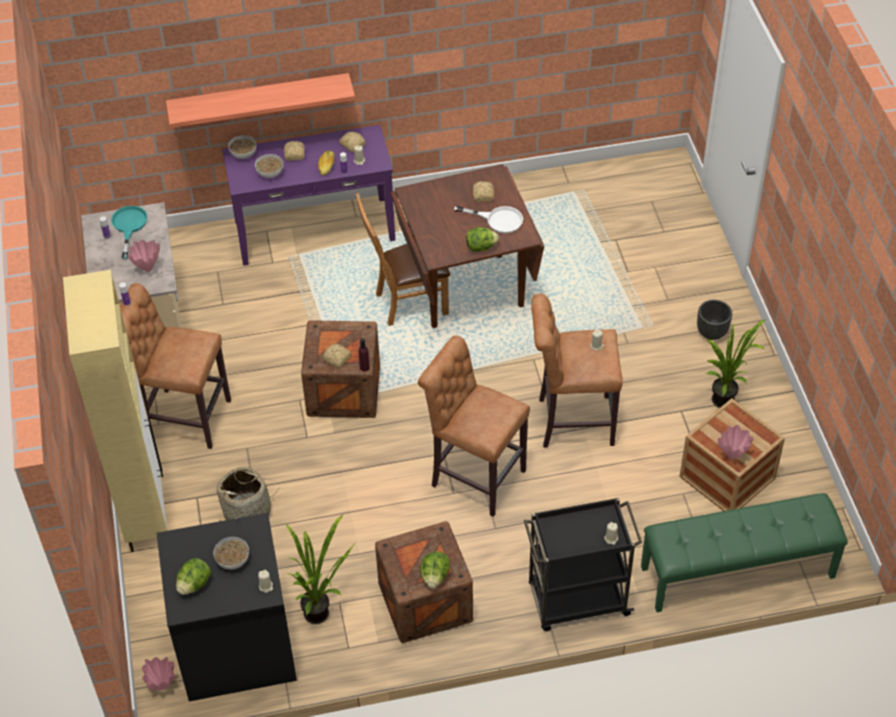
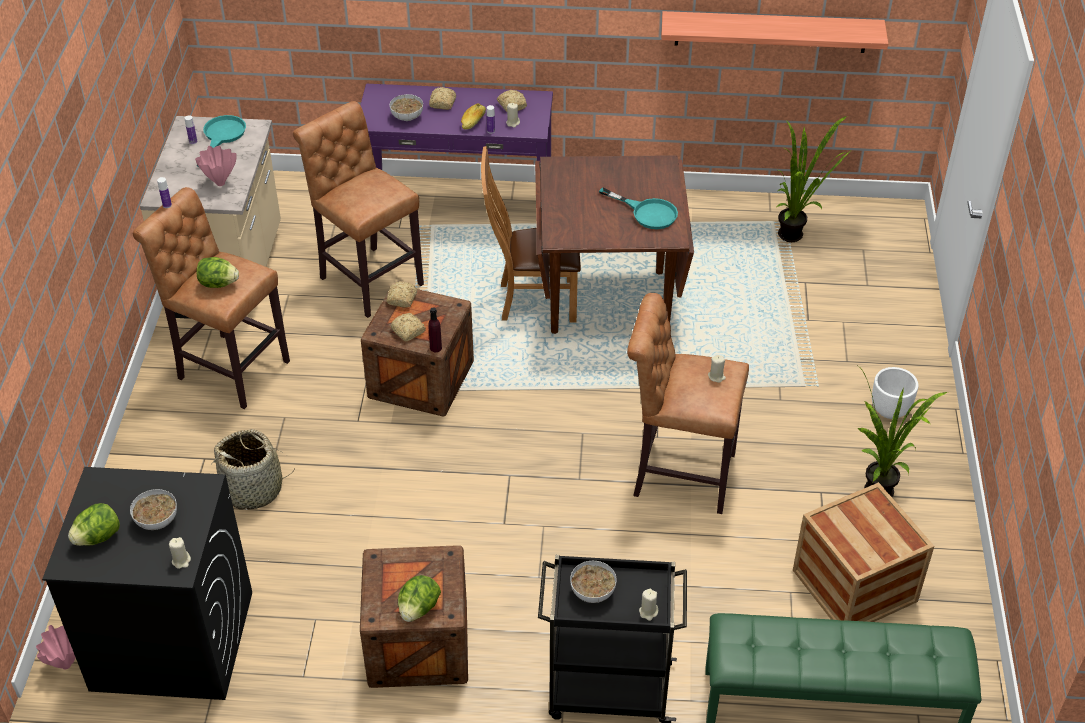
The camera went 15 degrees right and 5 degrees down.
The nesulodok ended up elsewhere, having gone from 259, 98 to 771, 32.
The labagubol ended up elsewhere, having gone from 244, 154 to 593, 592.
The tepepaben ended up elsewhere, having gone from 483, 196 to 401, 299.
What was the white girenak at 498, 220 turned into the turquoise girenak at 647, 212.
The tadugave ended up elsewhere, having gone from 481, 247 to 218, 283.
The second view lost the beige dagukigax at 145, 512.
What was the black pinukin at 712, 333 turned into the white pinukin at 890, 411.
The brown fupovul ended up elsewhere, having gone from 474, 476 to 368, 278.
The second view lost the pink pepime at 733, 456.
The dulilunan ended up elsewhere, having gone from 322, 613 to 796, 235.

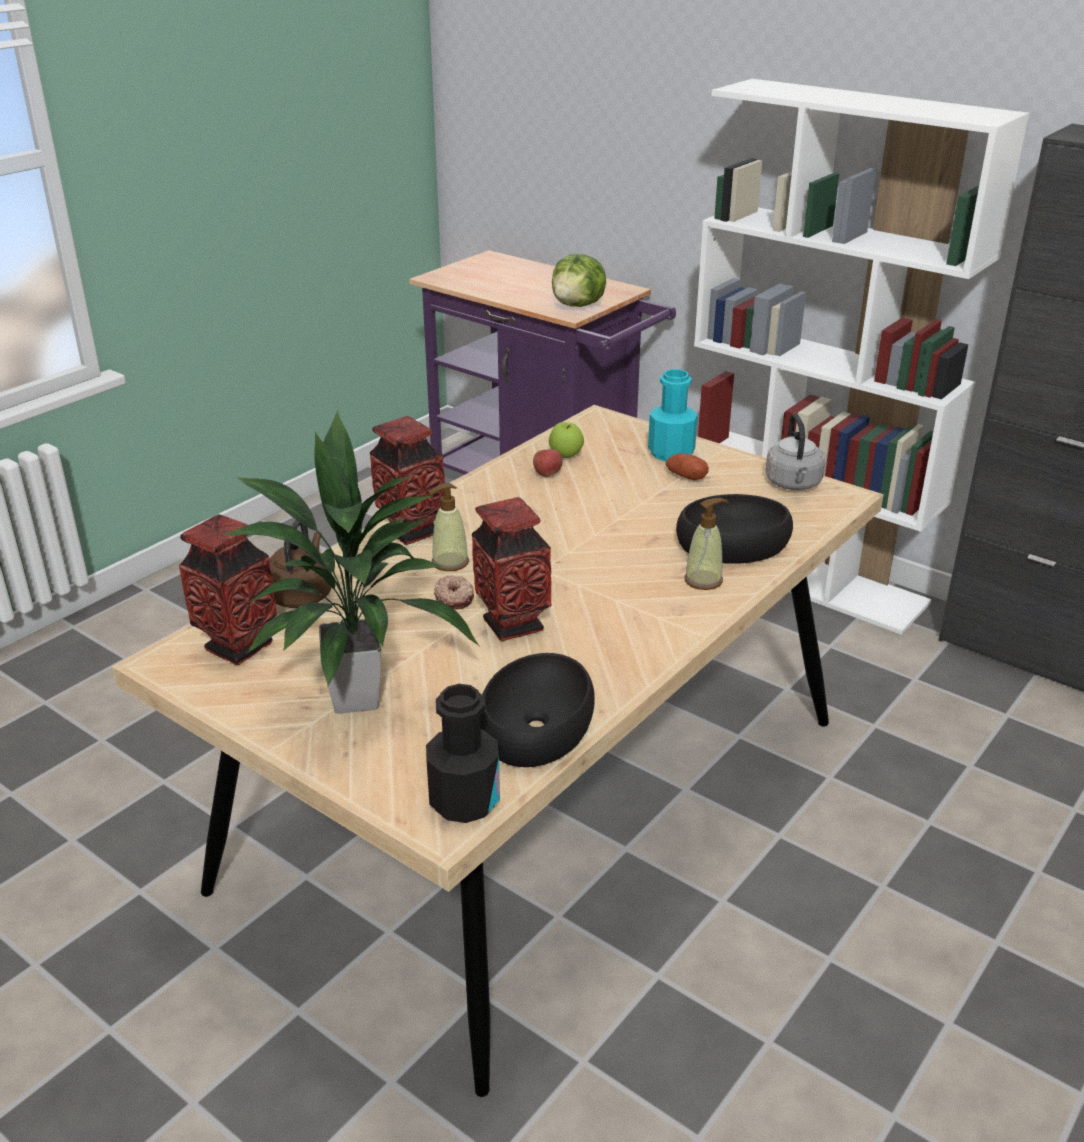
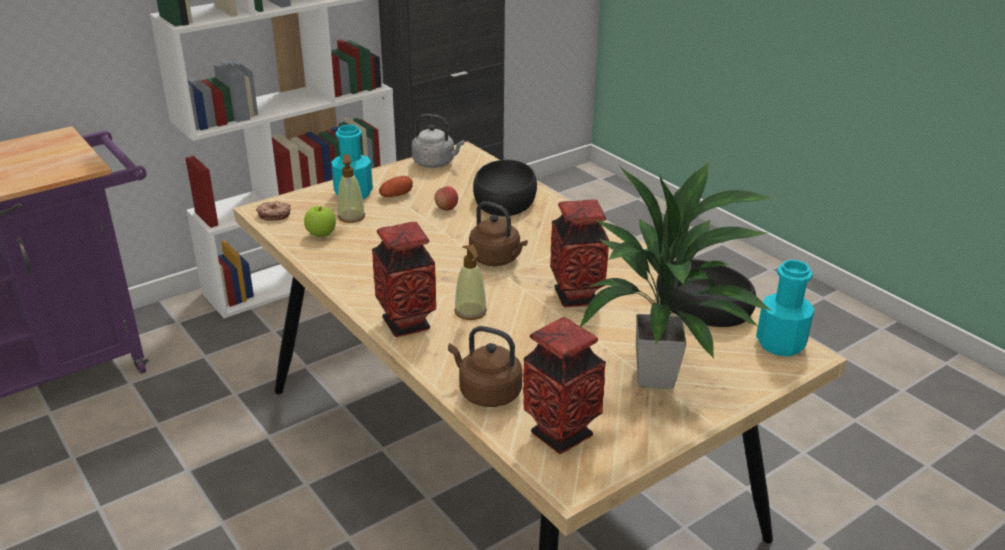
The camera went 75 degrees left and 0 degrees up.
The second view lost the tadugave at 578, 306.
The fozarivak ended up elsewhere, having gone from 547, 474 to 446, 208.
The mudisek ended up elsewhere, having gone from 703, 580 to 351, 216.
The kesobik ended up elsewhere, having gone from 455, 598 to 274, 215.
What was the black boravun at 464, 801 turned into the turquoise boravun at 780, 343.
The second view gained the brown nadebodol at 497, 259.

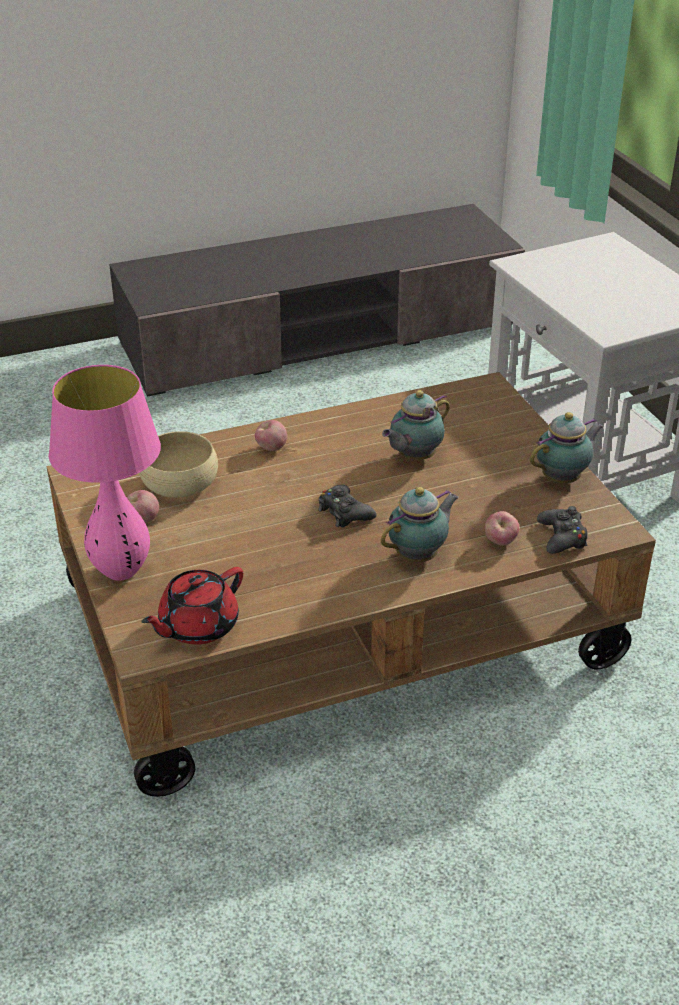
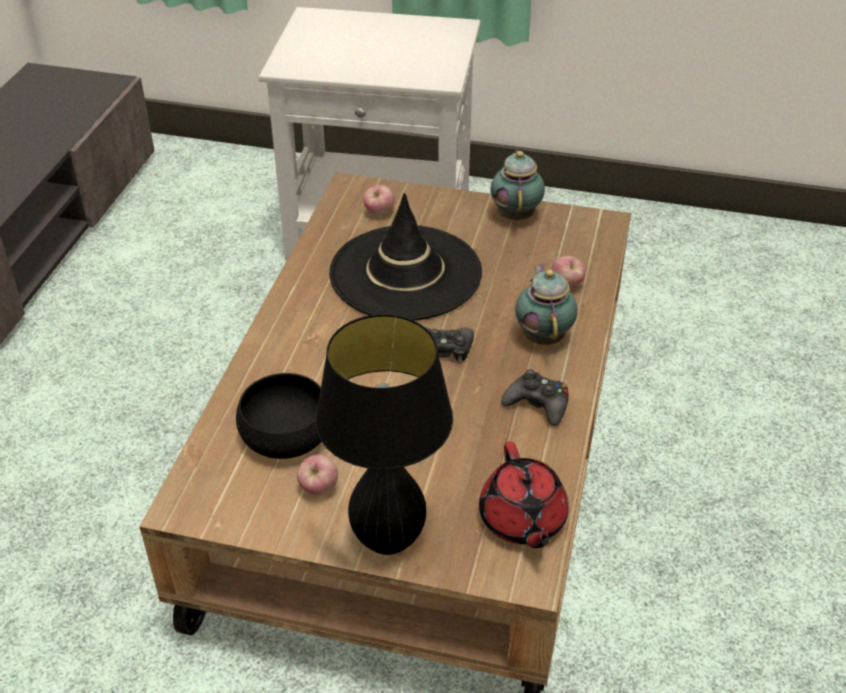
The camera went 55 degrees left and 5 degrees up.
What was the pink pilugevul at 121, 572 turned into the black pilugevul at 388, 541.
Where the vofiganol stood at 414, 457, the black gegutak came to stand at 405, 273.
The fozarivak ended up elsewhere, having gone from 271, 448 to 379, 213.
What was the beige labagubol at 179, 483 turned into the black labagubol at 286, 436.
The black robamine ended up elsewhere, having gone from 562, 537 to 537, 404.

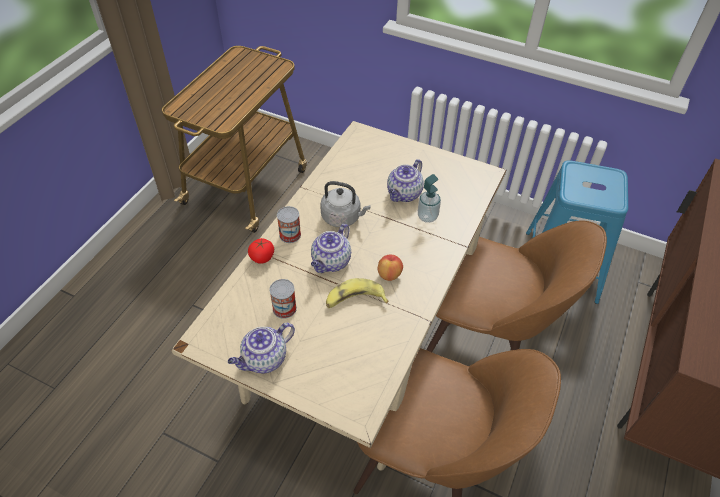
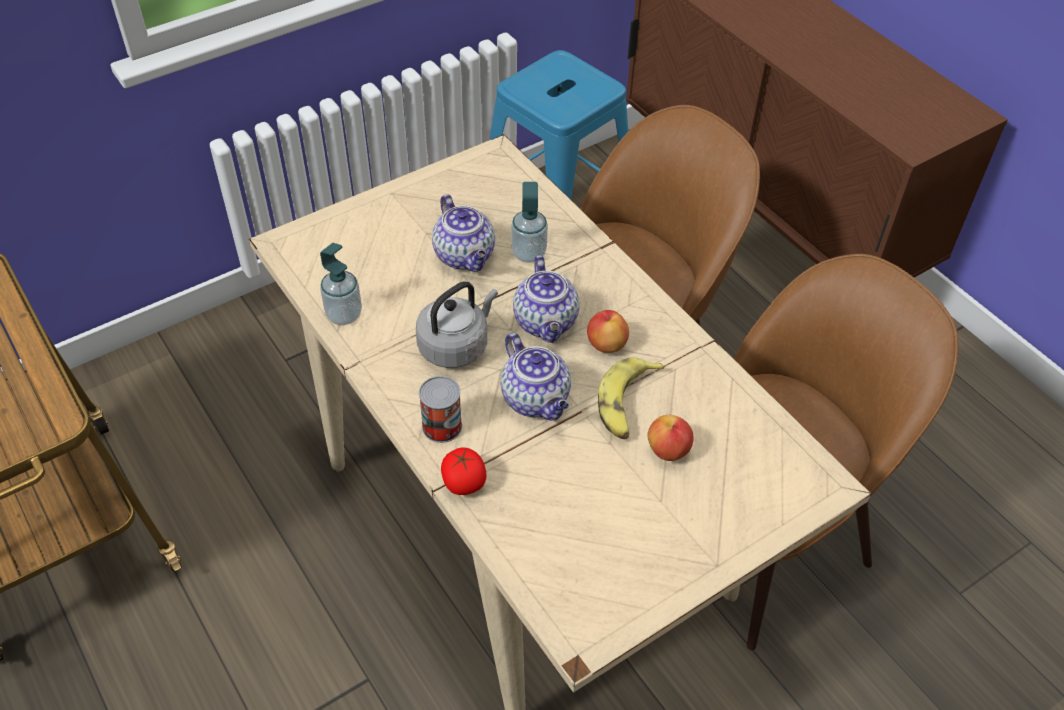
The camera went 60 degrees left and 0 degrees up.
The second view lost the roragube at 284, 308.
The vofiganol ended up elsewhere, having gone from 264, 360 to 546, 323.
The second view gained the mudisek at 344, 315.
The second view gained the fozarivak at 668, 450.

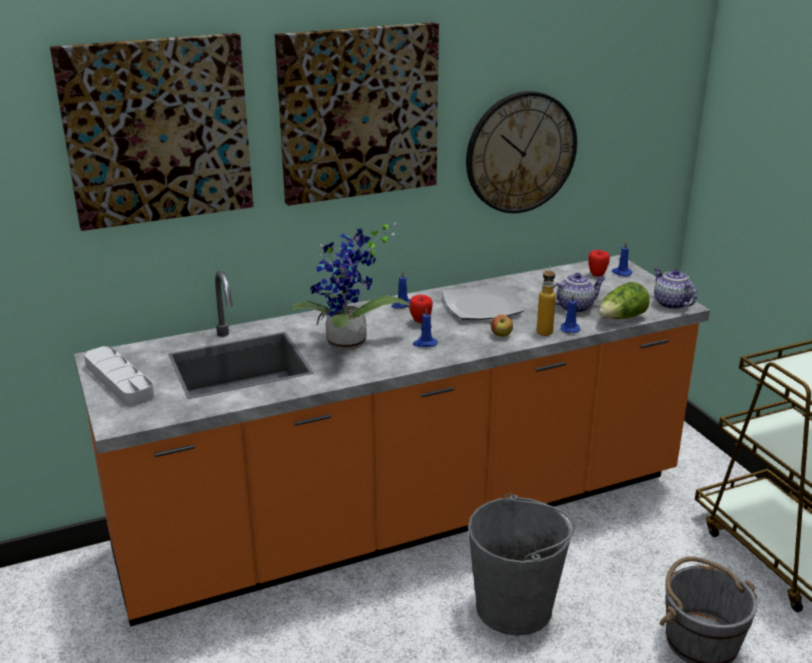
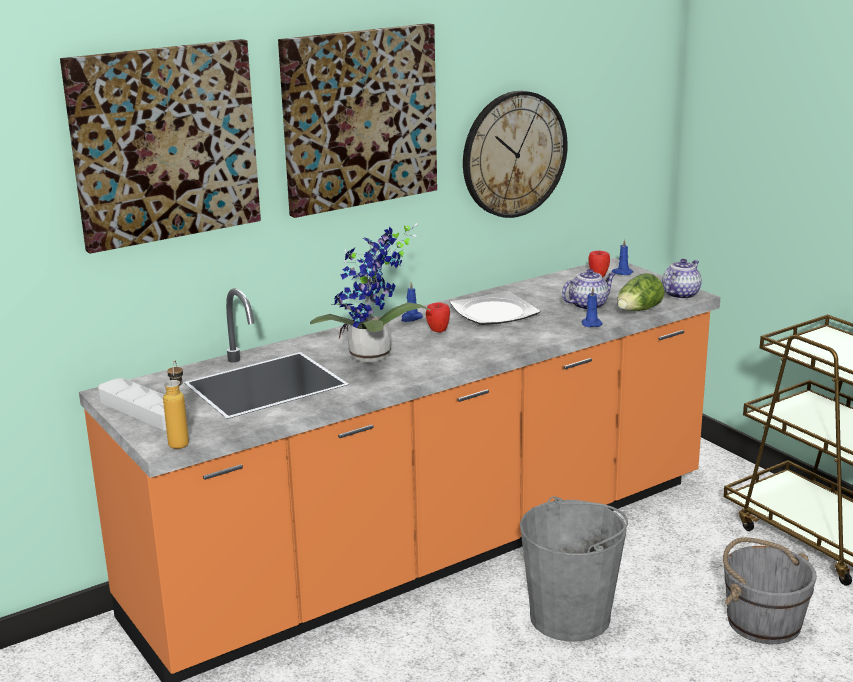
The camera went 10 degrees left and 5 degrees down.
The boravun ended up elsewhere, having gone from 544, 329 to 180, 441.
The vofiganol at 670, 303 ended up facing another way, 75 degrees clockwise from before.
The second view lost the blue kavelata at 424, 343.
The second view lost the fozarivak at 501, 335.

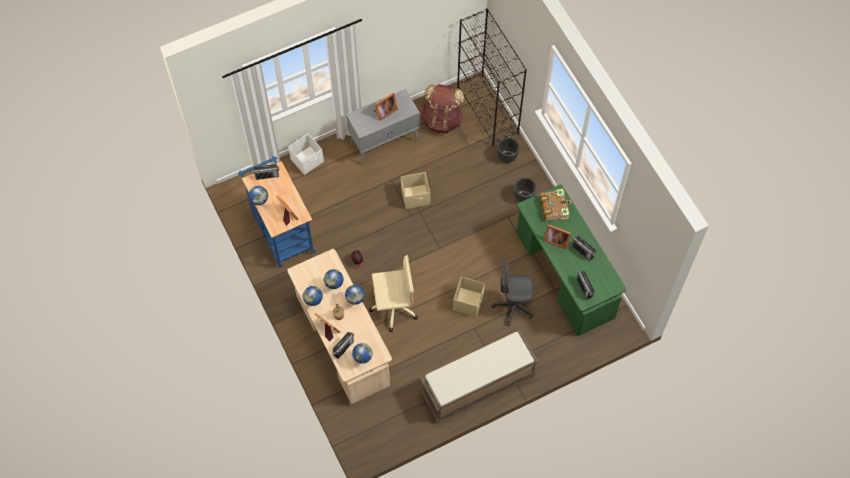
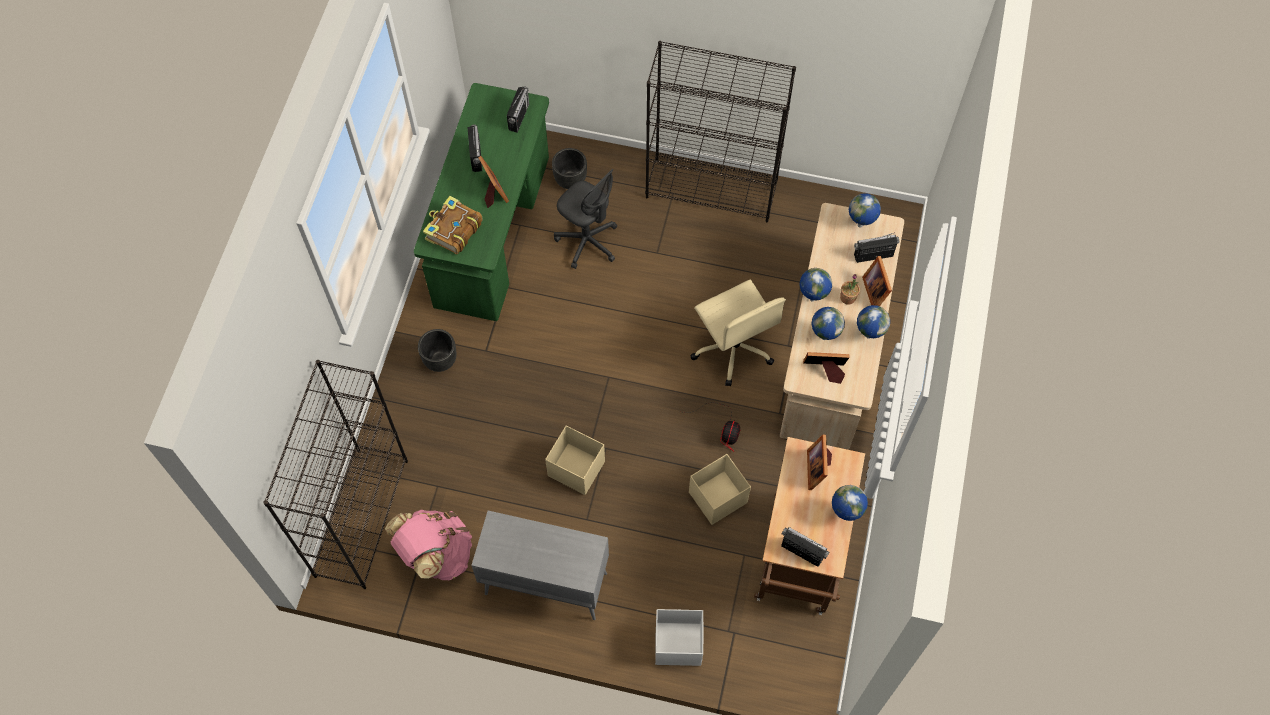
The camera went 140 degrees left and 0 degrees up.
What was the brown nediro at 441, 120 turned into the pink nediro at 436, 554.
The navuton ended up elsewhere, having gone from 384, 111 to 825, 371.
The black pinukin ended up elsewhere, having gone from 507, 156 to 570, 180.
What was the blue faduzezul at 281, 231 turned into the brown faduzezul at 798, 562.
The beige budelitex at 393, 307 ended up facing another way, 150 degrees counterclockwise from before.
The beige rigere ended up elsewhere, having gone from 468, 302 to 717, 498.
Where the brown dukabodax stood at 477, 385, the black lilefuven came to stand at 712, 190.

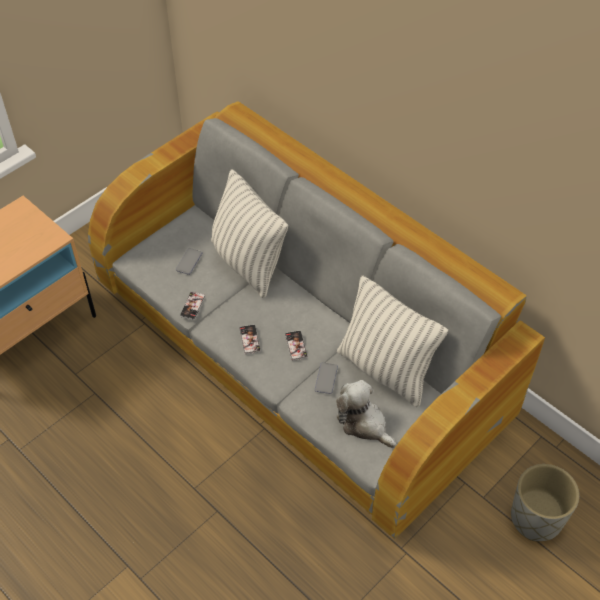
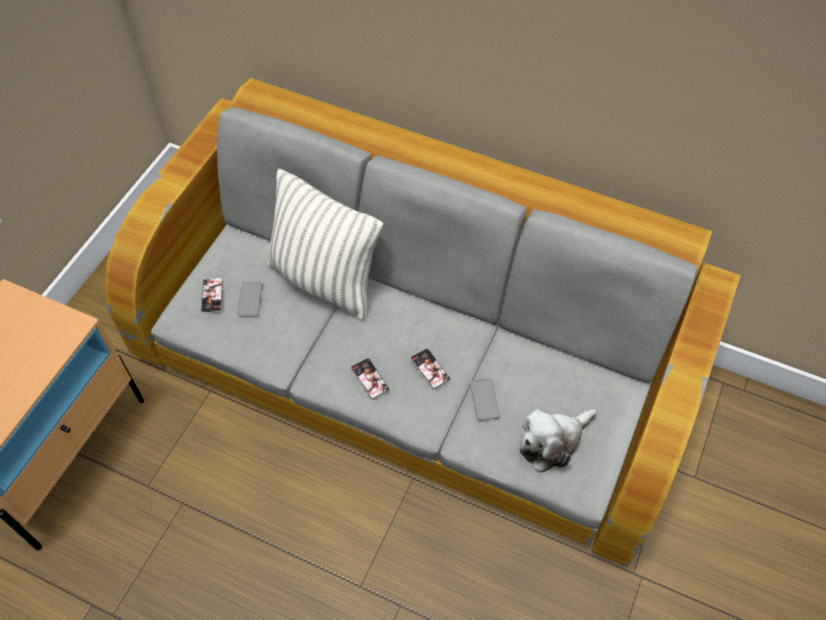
The camera went 20 degrees left and 5 degrees up.
The second view lost the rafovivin at 385, 370.
The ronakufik ended up elsewhere, having gone from 192, 306 to 212, 296.
The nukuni at 364, 423 ended up facing another way, 60 degrees counterclockwise from before.
The second view lost the grey pinukin at 536, 519.

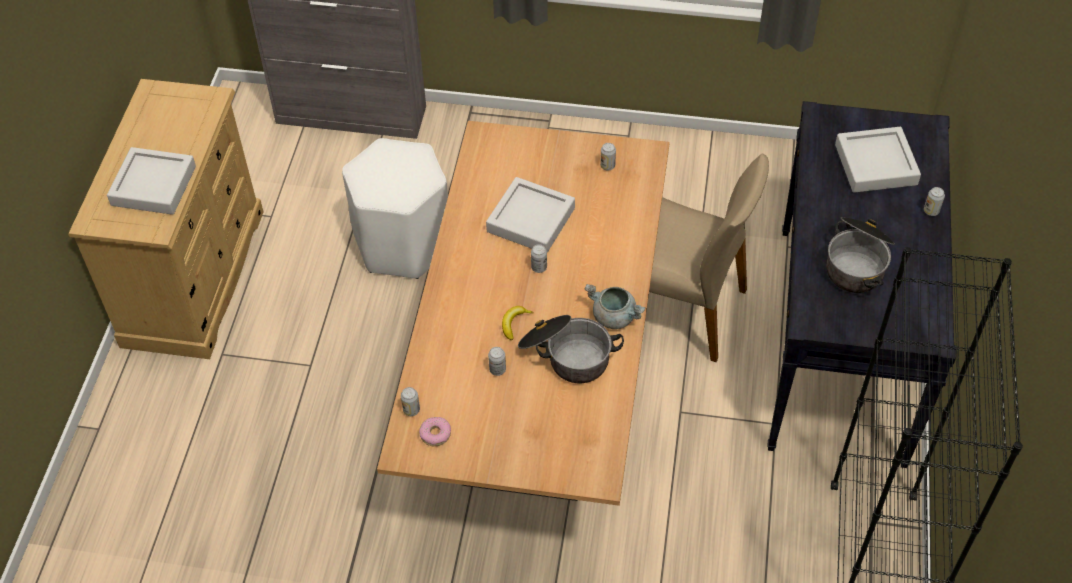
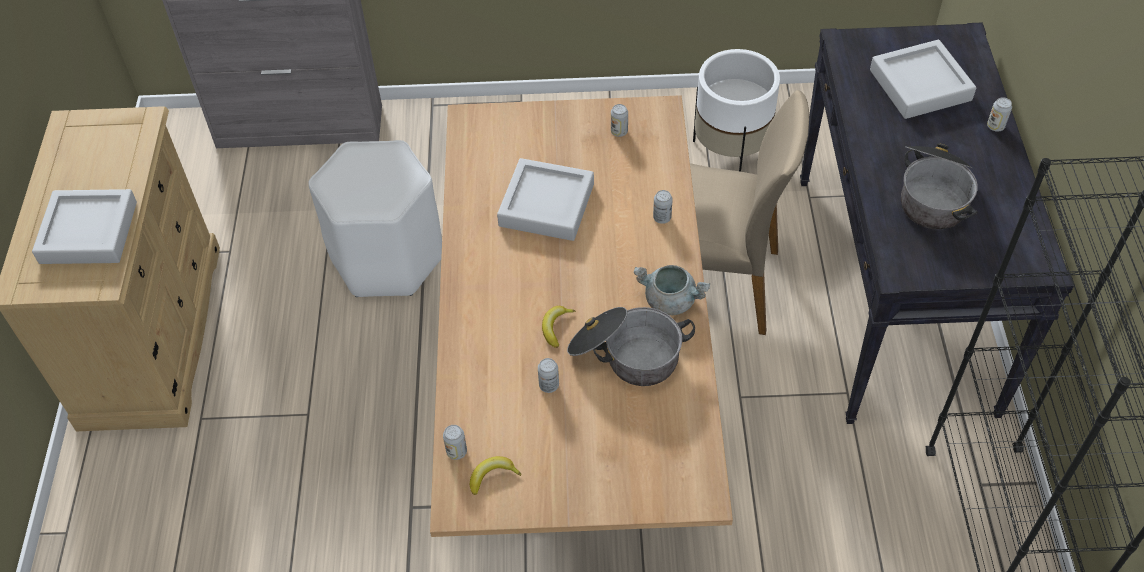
The camera went 10 degrees left and 0 degrees up.
The roragube ended up elsewhere, having gone from 539, 267 to 662, 218.
Where the kesobik stood at 435, 434, the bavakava came to stand at 492, 476.
The second view gained the white pinukin at 731, 152.

